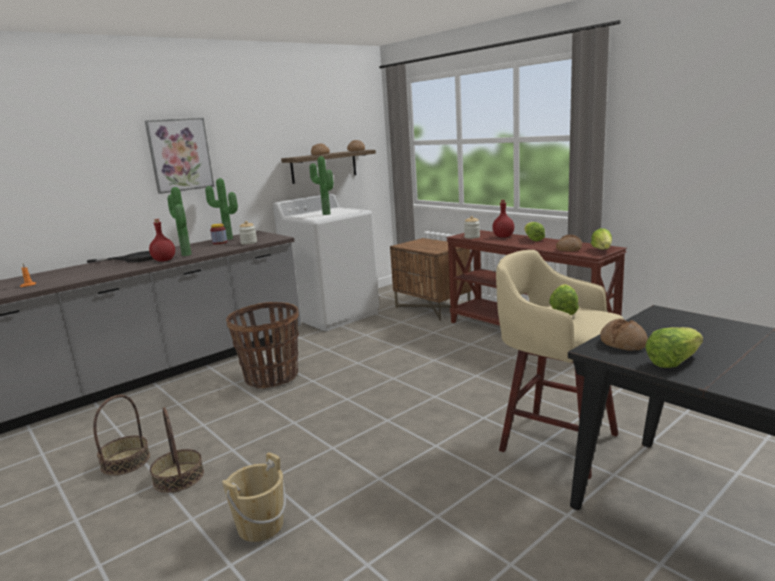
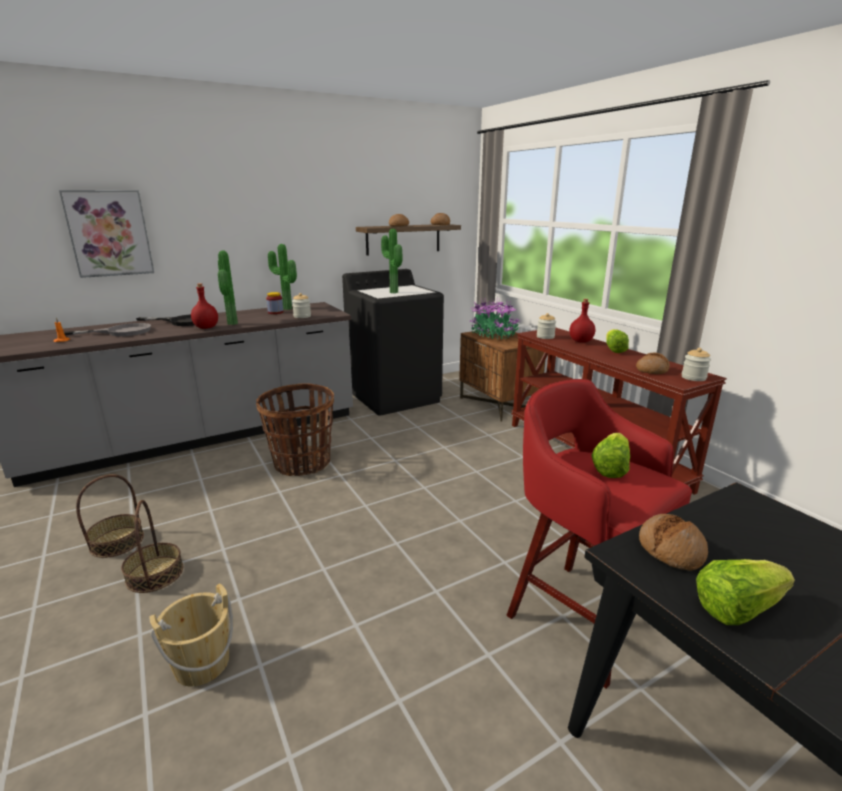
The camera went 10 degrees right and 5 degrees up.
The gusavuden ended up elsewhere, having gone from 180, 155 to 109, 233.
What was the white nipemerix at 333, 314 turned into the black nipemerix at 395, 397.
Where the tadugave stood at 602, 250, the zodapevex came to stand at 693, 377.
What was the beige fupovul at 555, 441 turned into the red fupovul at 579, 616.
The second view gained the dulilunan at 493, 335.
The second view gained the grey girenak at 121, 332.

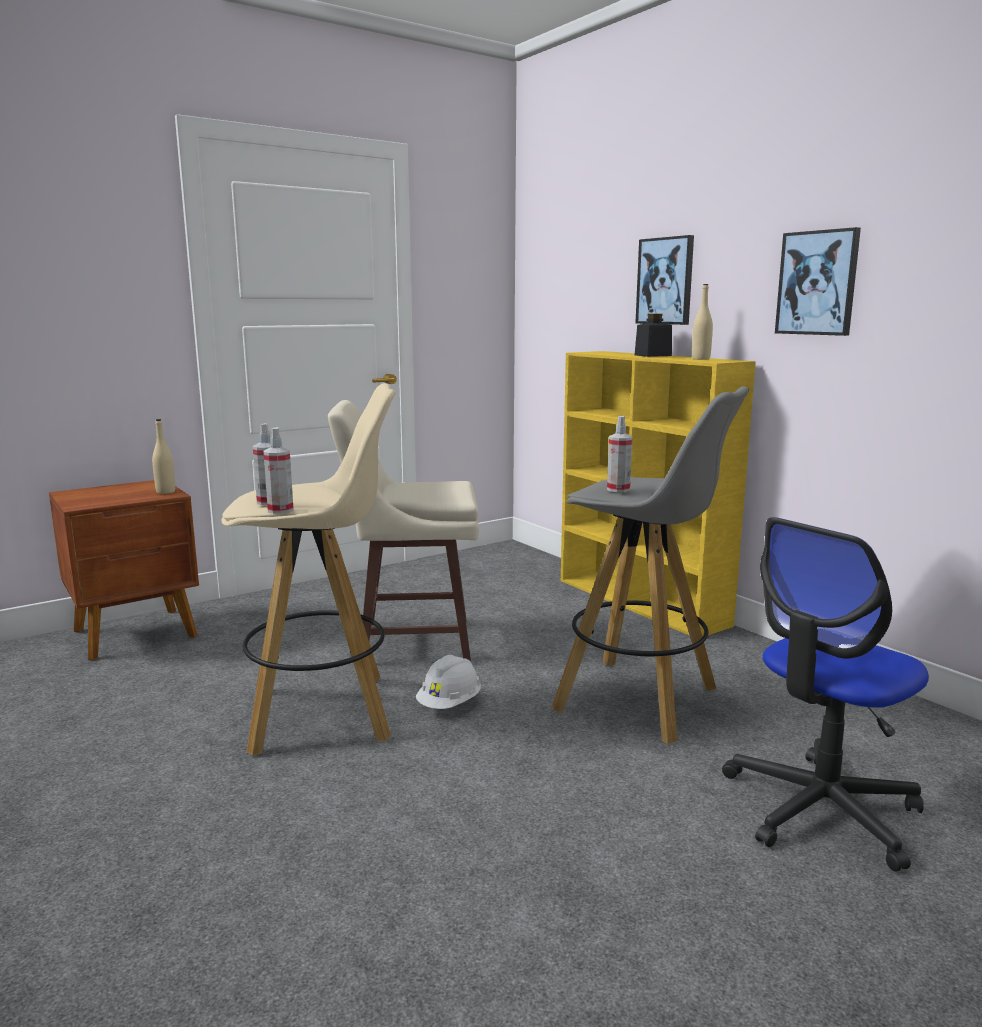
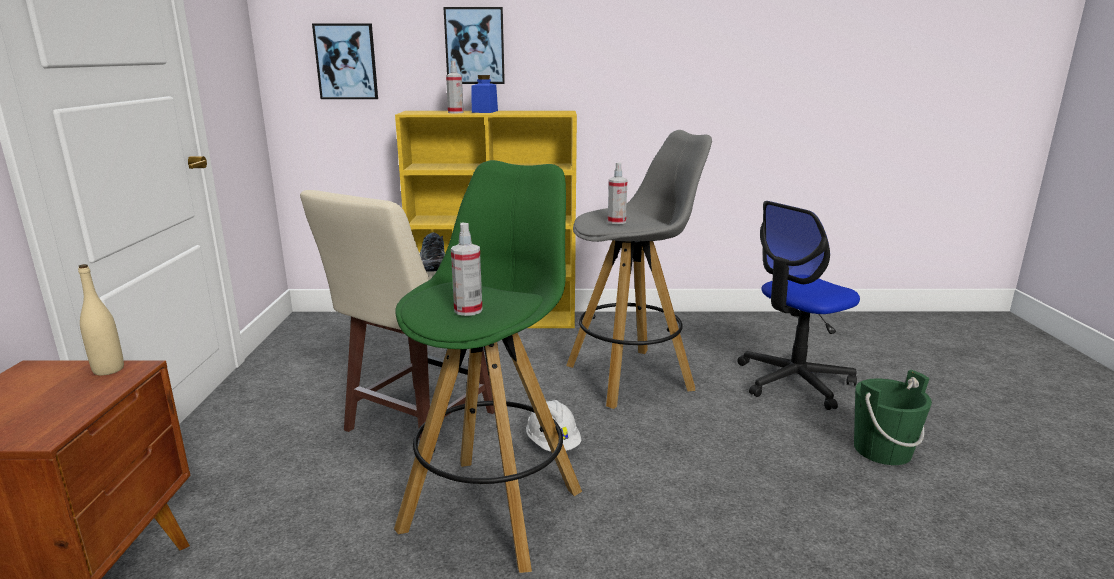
The camera went 55 degrees left and 5 degrees up.
The gusavuden ended up elsewhere, having gone from 817, 283 to 346, 61.
The second view lost the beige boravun at 700, 359.
What was the black zodapevex at 653, 355 turned into the blue zodapevex at 485, 111.
What was the beige fupovul at 323, 713 turned into the green fupovul at 493, 508.
The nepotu ended up elsewhere, having gone from 280, 510 to 455, 112.
The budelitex at 820, 809 ended up facing another way, 60 degrees clockwise from before.
The second view gained the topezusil at 431, 264.
The second view gained the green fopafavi at 882, 450.

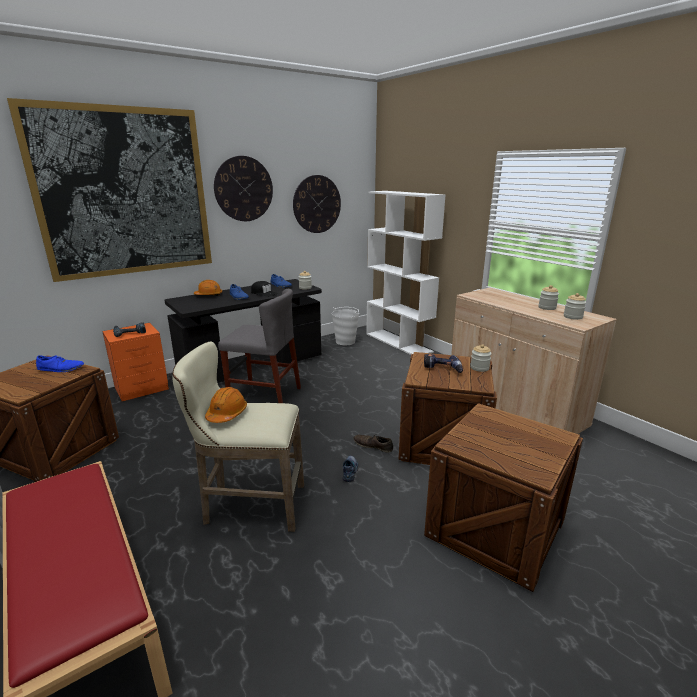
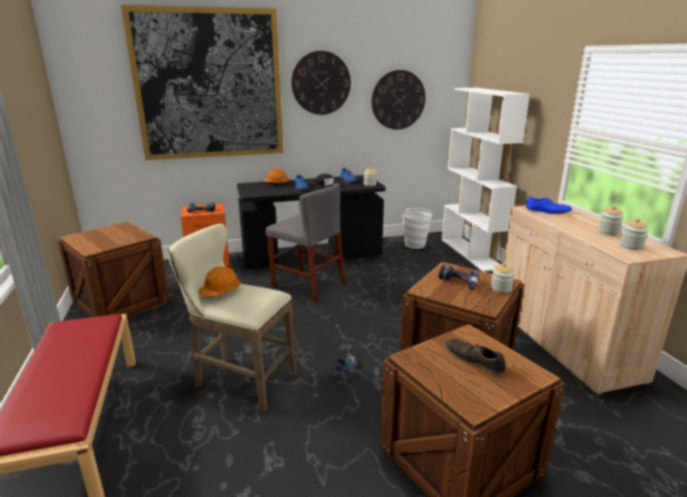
The camera went 20 degrees right and 0 degrees up.
The blue topezusil ended up elsewhere, having gone from 61, 369 to 547, 211.
The brown topezusil ended up elsewhere, having gone from 373, 446 to 474, 360.

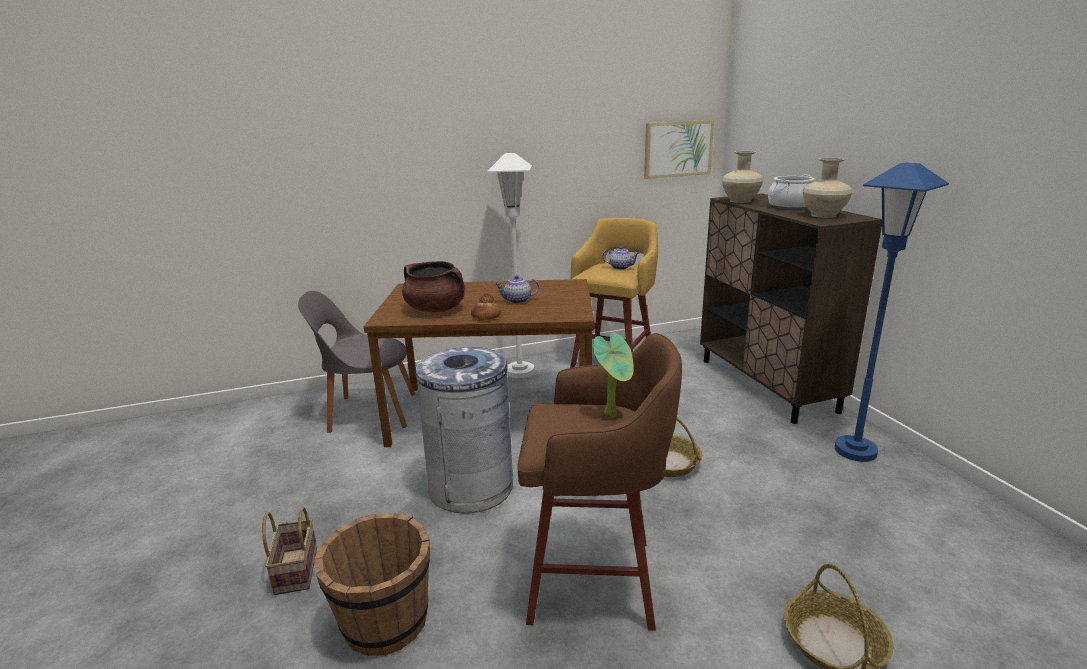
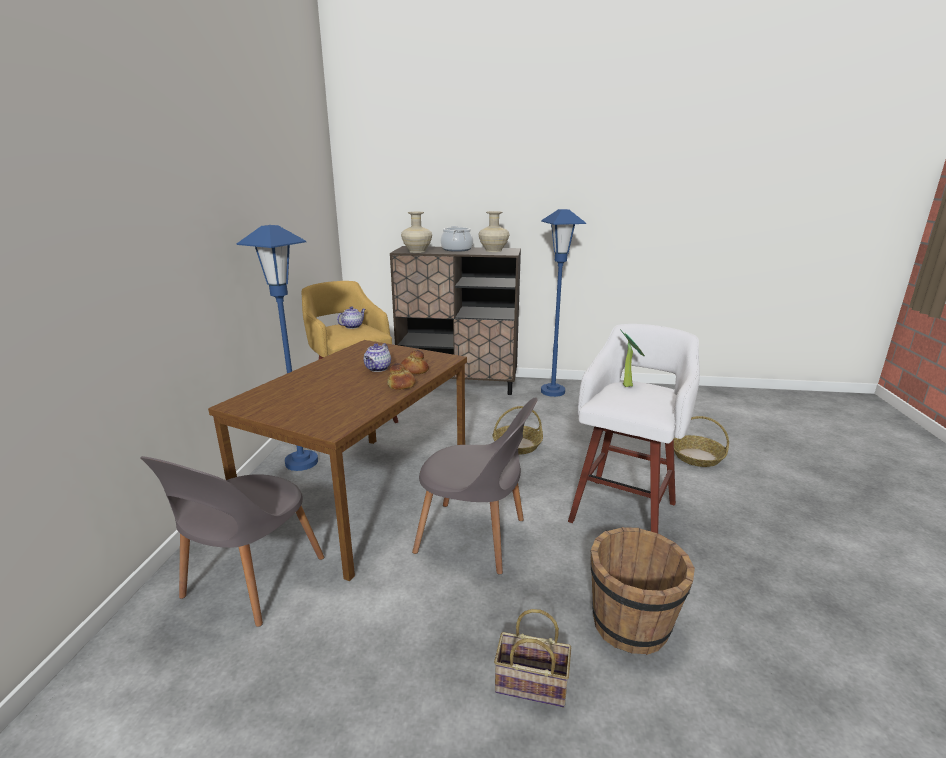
The camera went 65 degrees left and 0 degrees up.
The second view lost the gusavuden at 678, 149.
What was the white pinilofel at 520, 371 turned into the blue pinilofel at 301, 462.
The second view lost the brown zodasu at 436, 309.
What was the brown fupovul at 596, 581 turned into the white fupovul at 624, 510.
Where the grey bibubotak stood at 471, 487, the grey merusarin came to stand at 475, 537.
The second view gained the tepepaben at 414, 371.

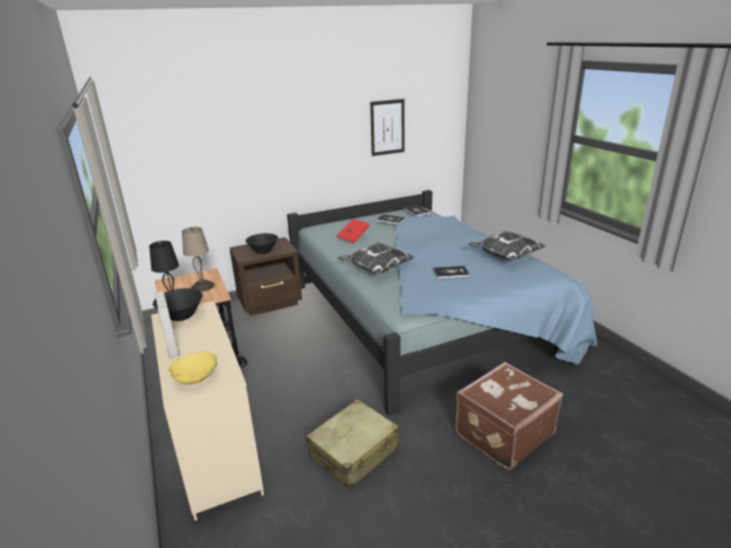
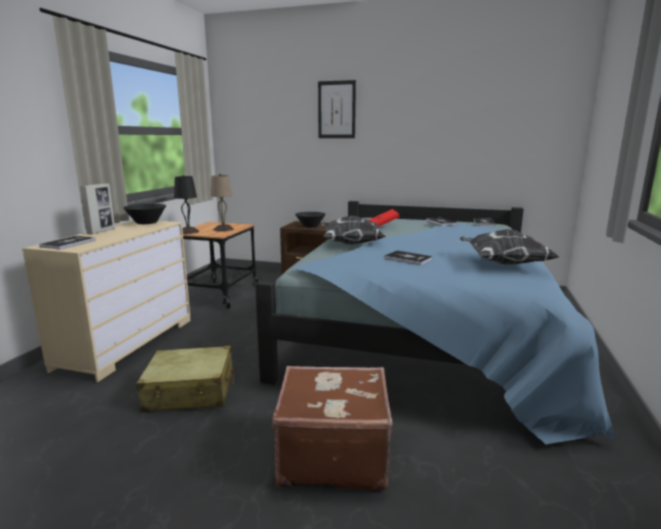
The camera went 40 degrees right and 10 degrees down.
The gusavuden ended up elsewhere, having gone from 387, 127 to 336, 110.
Where the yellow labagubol stood at 196, 378, the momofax came to stand at 68, 243.

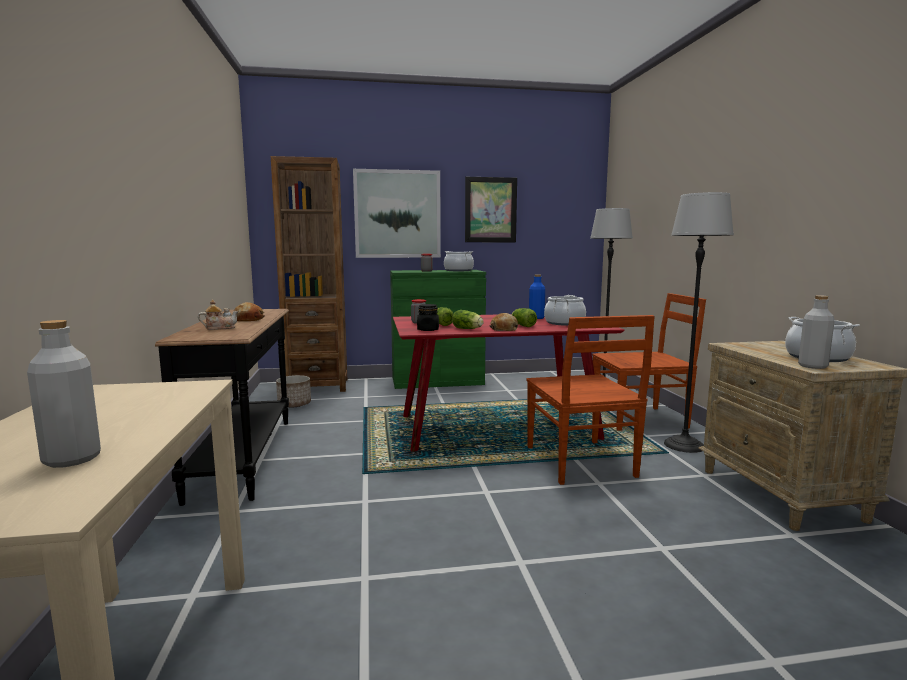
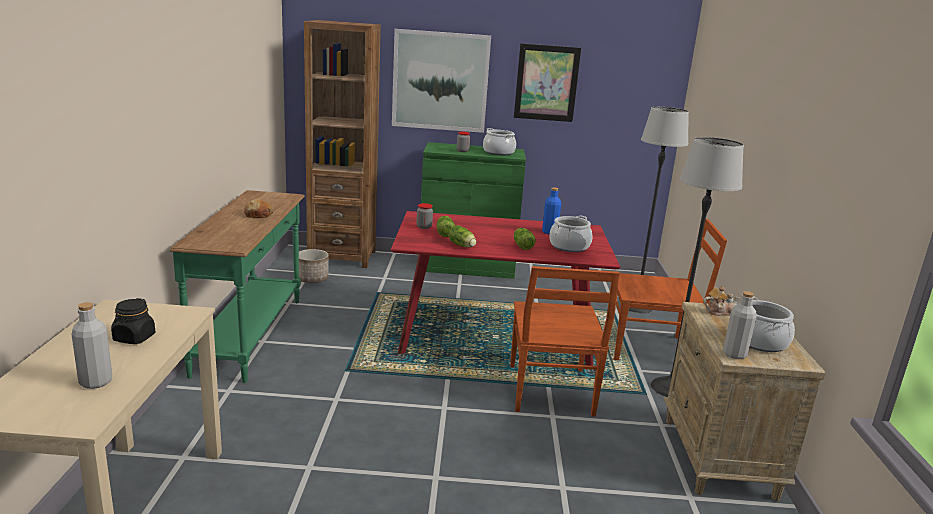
The camera went 10 degrees right and 10 degrees up.
The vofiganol ended up elsewhere, having gone from 219, 328 to 719, 312.
The black zodapevex ended up elsewhere, having gone from 428, 330 to 134, 338.
What was the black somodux at 246, 456 turned into the green somodux at 251, 335.
The second view lost the tepepaben at 504, 329.

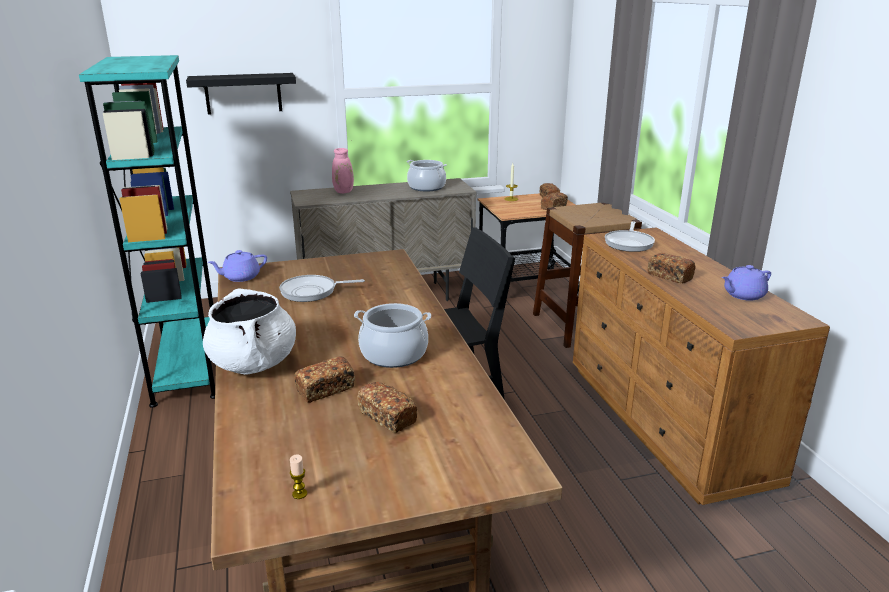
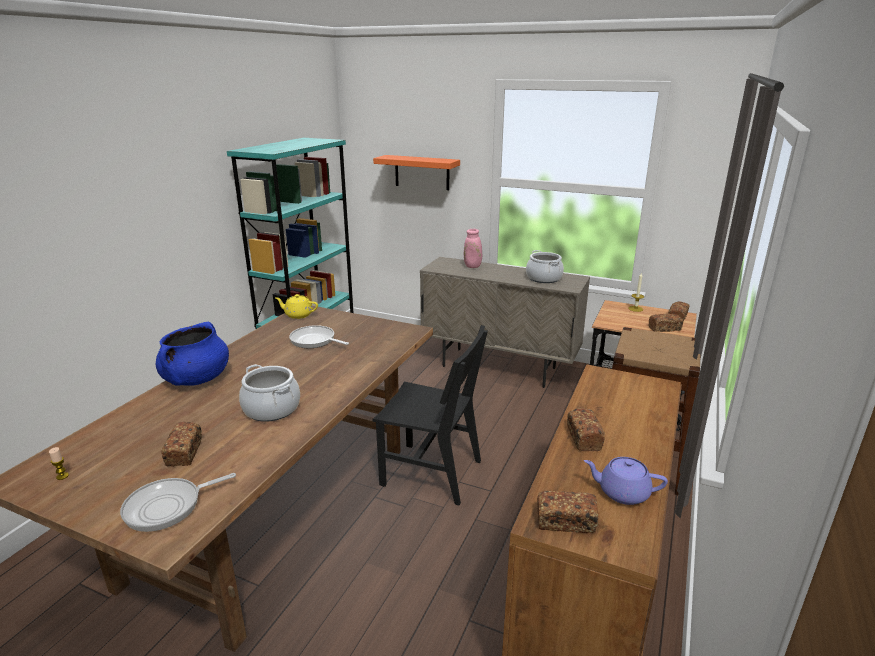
The camera went 40 degrees right and 0 degrees up.
What was the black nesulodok at 243, 93 turned into the orange nesulodok at 422, 172.
The girenak ended up elsewhere, having gone from 629, 243 to 168, 507.
What was the purple vofiganol at 240, 277 turned into the yellow vofiganol at 298, 315.
What was the white zodasu at 254, 364 turned into the blue zodasu at 196, 379.
The tepepaben ended up elsewhere, having gone from 325, 390 to 565, 522.

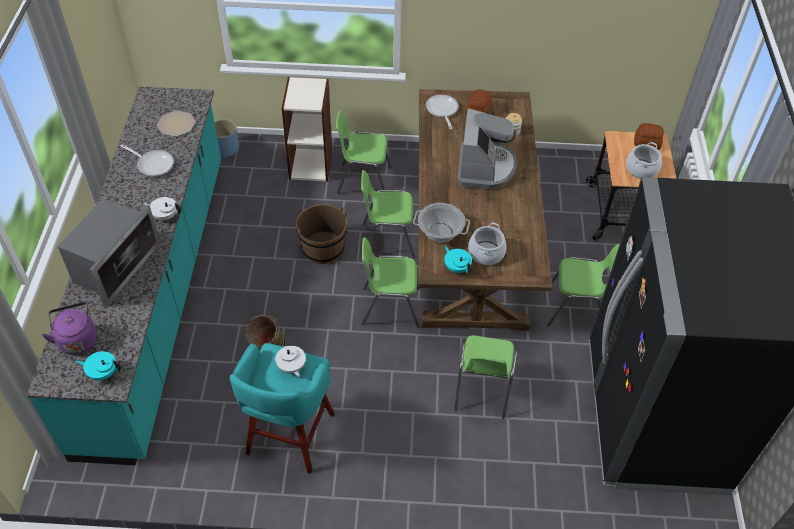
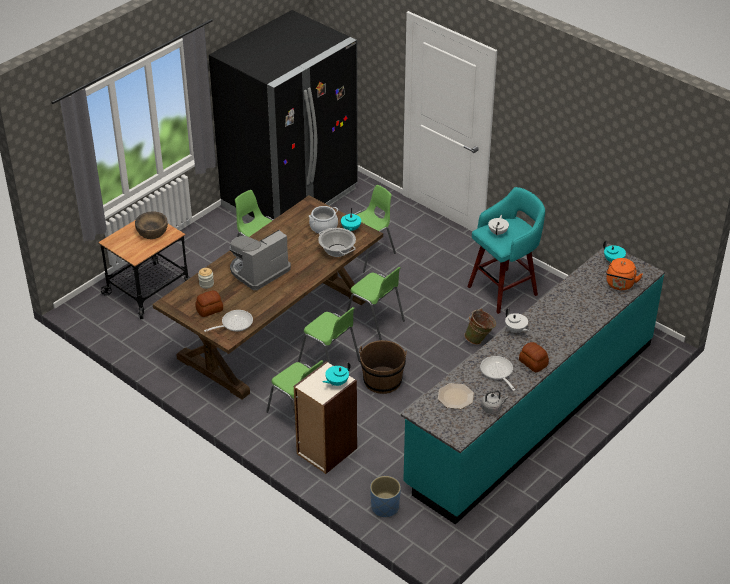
The camera went 140 degrees left and 10 degrees down.
The girenak at 442, 111 ended up facing another way, 150 degrees counterclockwise from before.
The tepepaben ended up elsewhere, having gone from 646, 143 to 533, 363.
Where the zodasu stood at 641, 169, the brown labagubol came to stand at 152, 232.
The second view lost the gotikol at 115, 266.
What was the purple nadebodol at 77, 339 turned into the orange nadebodol at 620, 285.
The second view gained the turquoise vofiganol at 336, 382.
The second view gained the grey nadebodol at 492, 408.

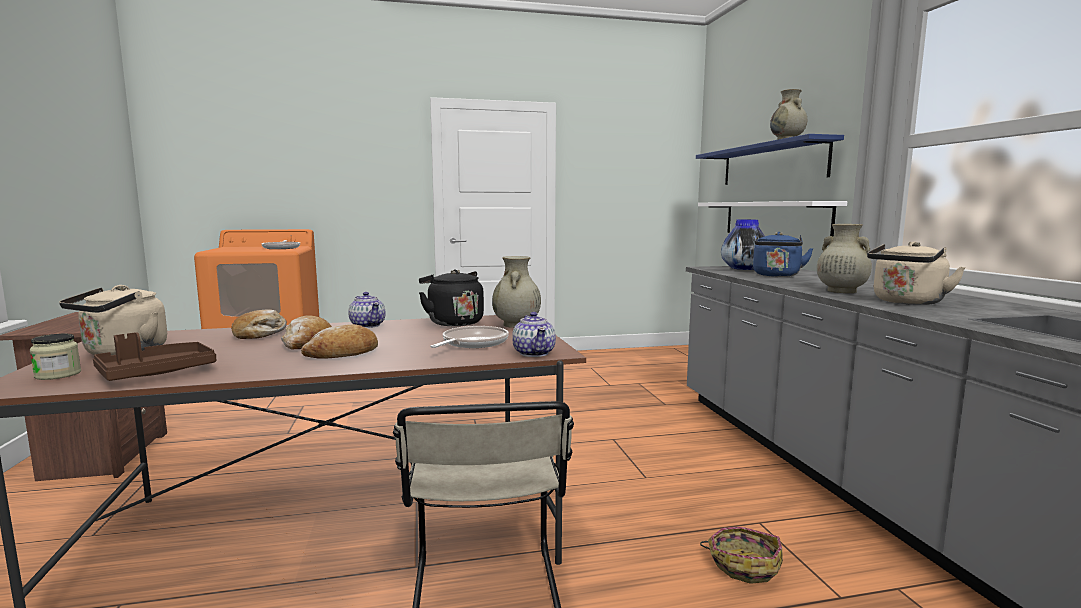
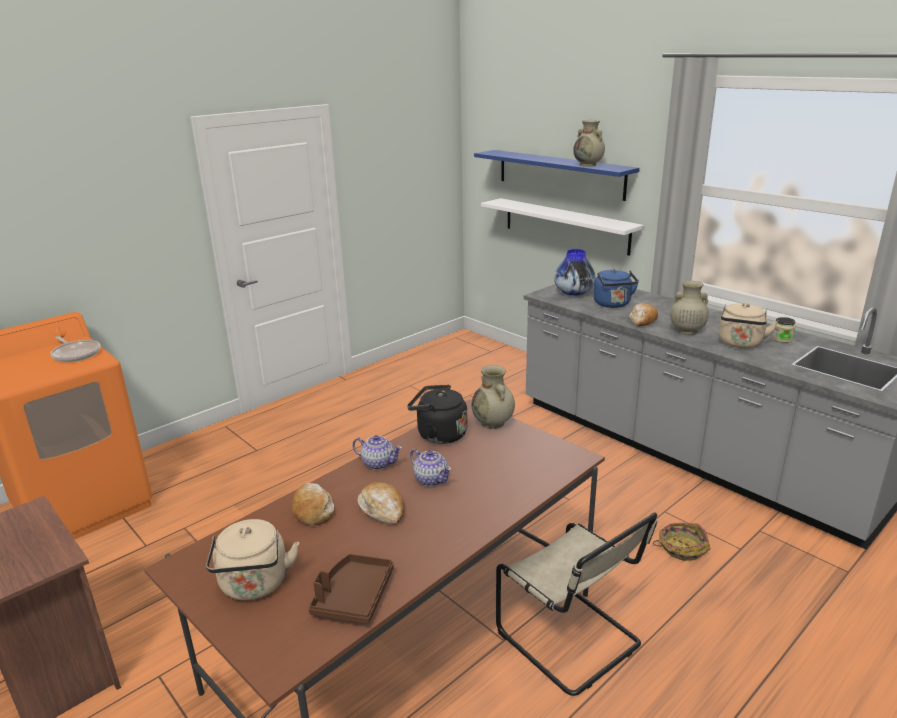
The camera went 30 degrees left and 15 degrees up.
The vofiganol ended up elsewhere, having gone from 534, 353 to 431, 479.
The tepepaben ended up elsewhere, having gone from 343, 353 to 642, 320.
The second view lost the girenak at 472, 343.
The zodapevex ended up elsewhere, having gone from 58, 375 to 782, 339.

